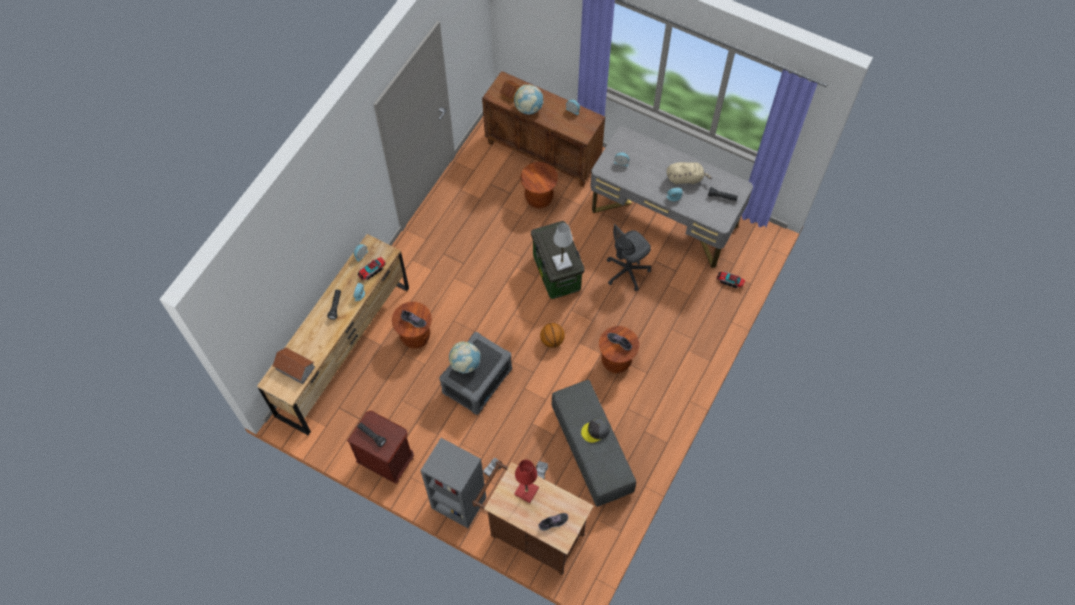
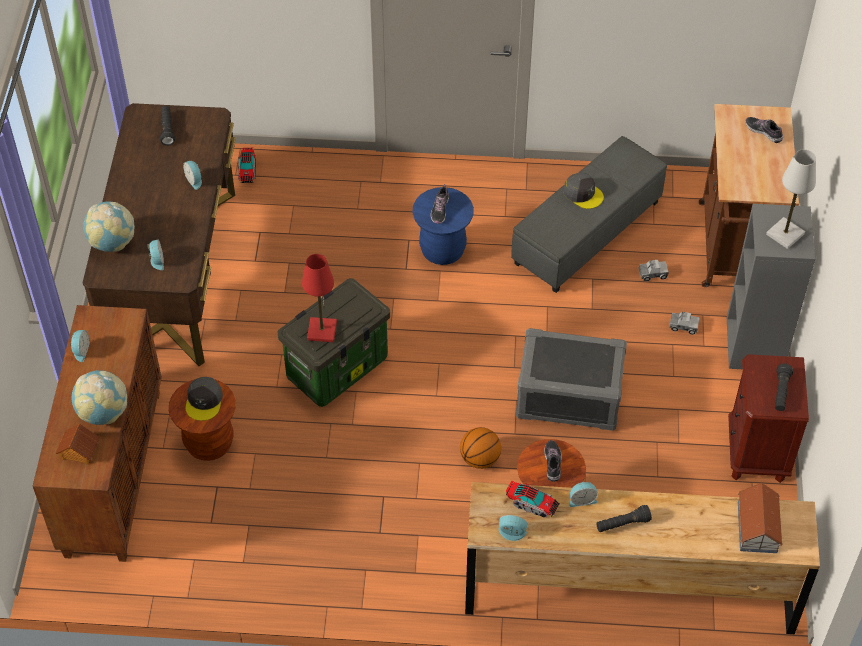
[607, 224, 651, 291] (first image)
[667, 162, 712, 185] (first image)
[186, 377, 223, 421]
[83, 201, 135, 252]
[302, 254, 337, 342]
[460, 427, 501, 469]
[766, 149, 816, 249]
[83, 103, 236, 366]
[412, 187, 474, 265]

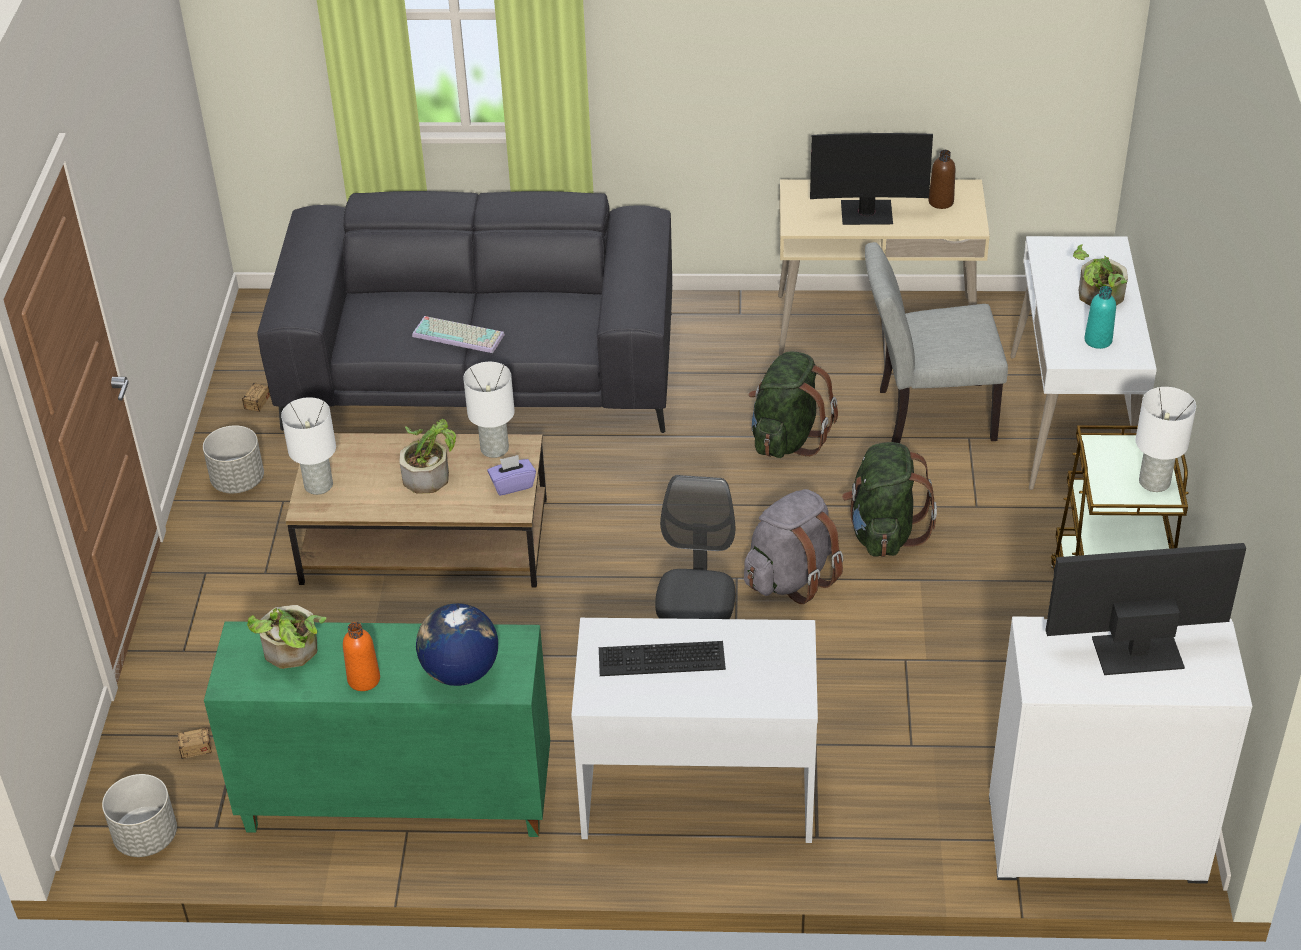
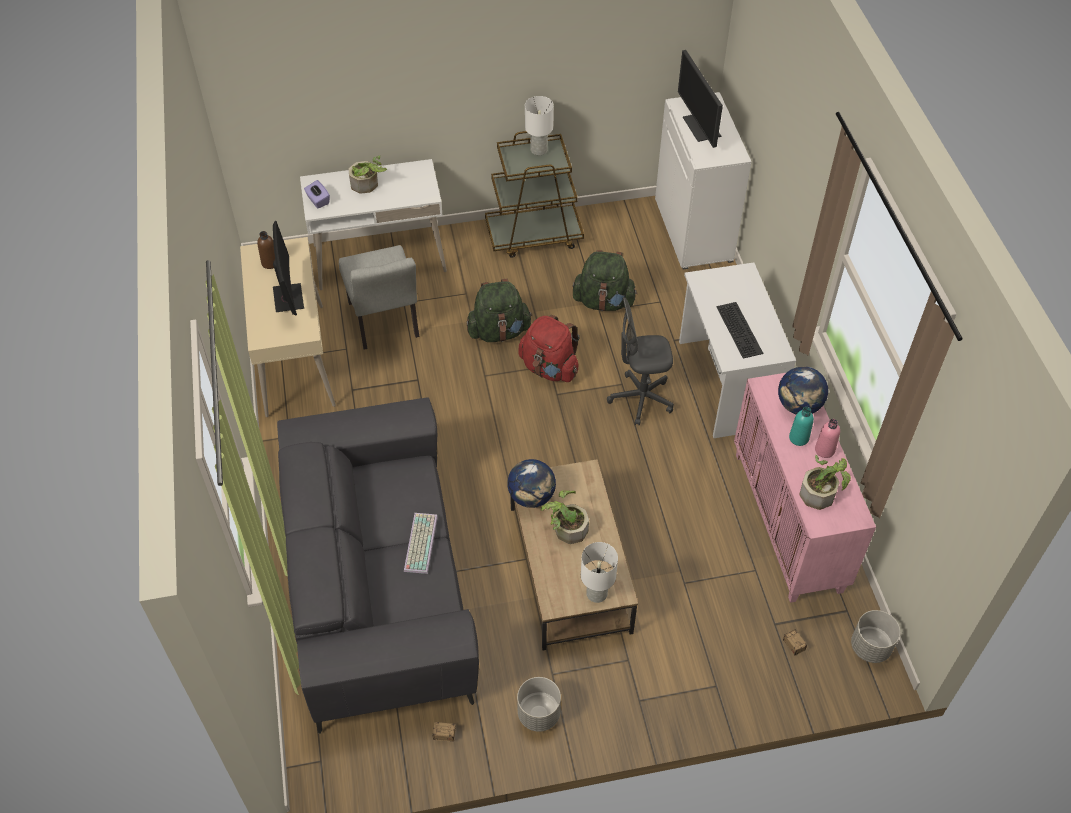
[304, 180, 330, 208]
[572, 250, 638, 311]
[789, 407, 814, 446]
[507, 459, 556, 508]
[734, 373, 876, 603]
[815, 419, 840, 458]
[518, 315, 580, 382]

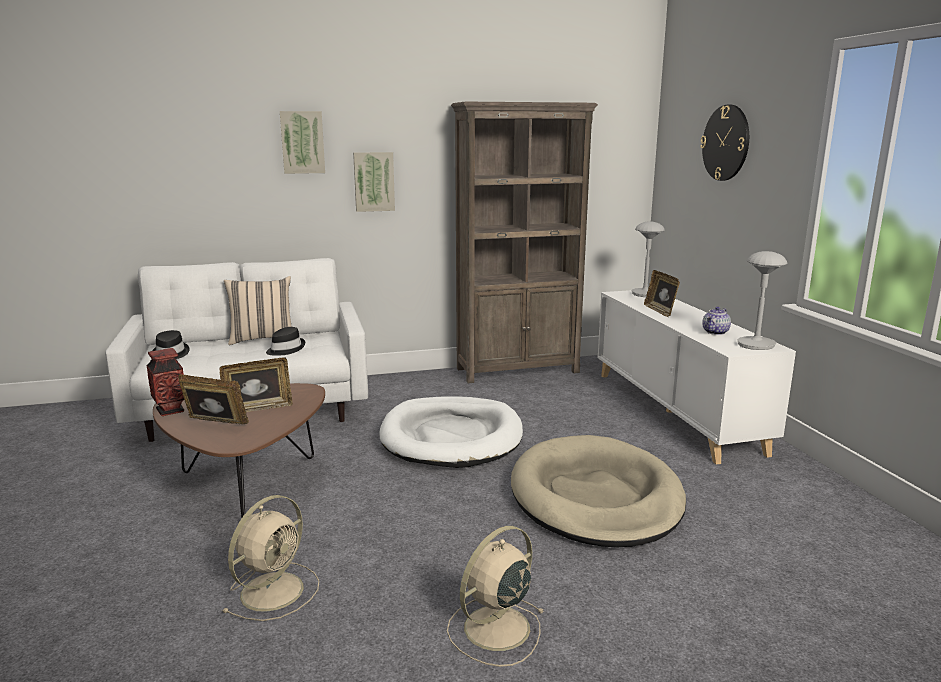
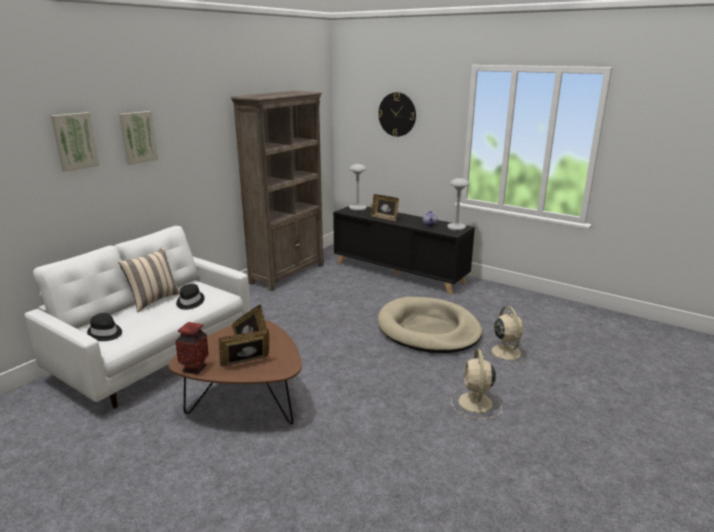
[380, 396, 523, 468] (first image)
[483, 306, 528, 365]
[51, 112, 100, 172]
[333, 204, 475, 295]

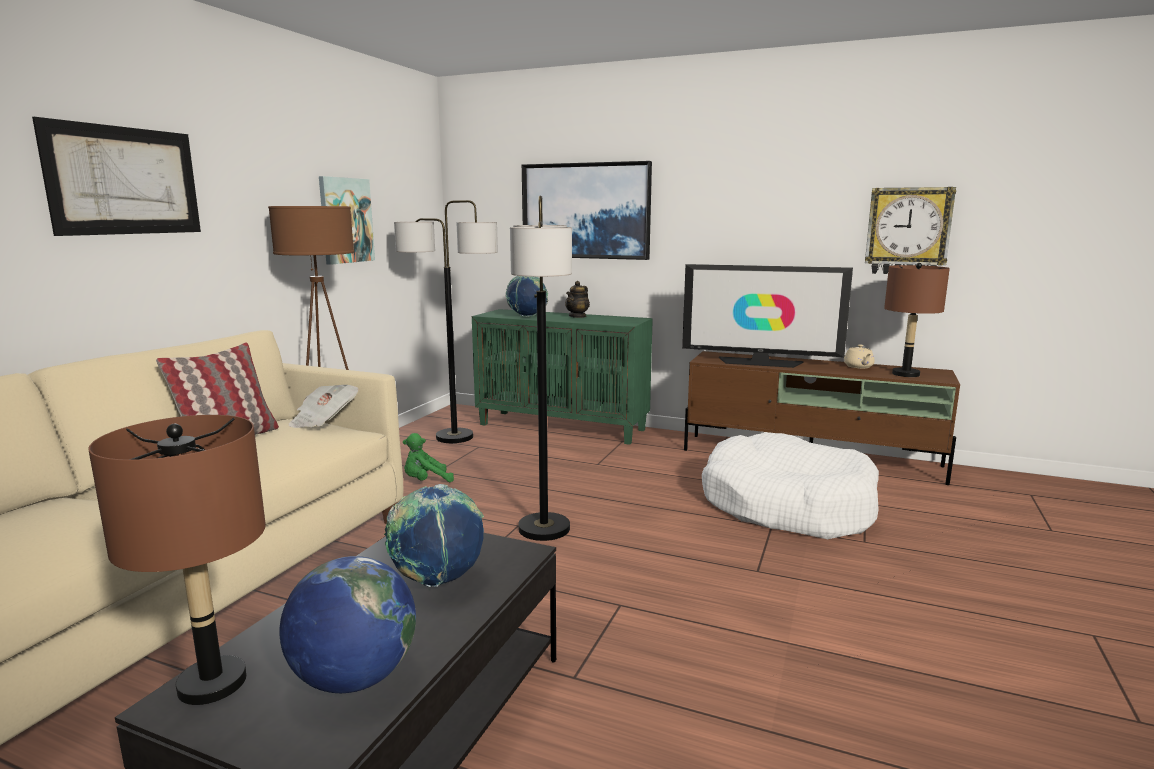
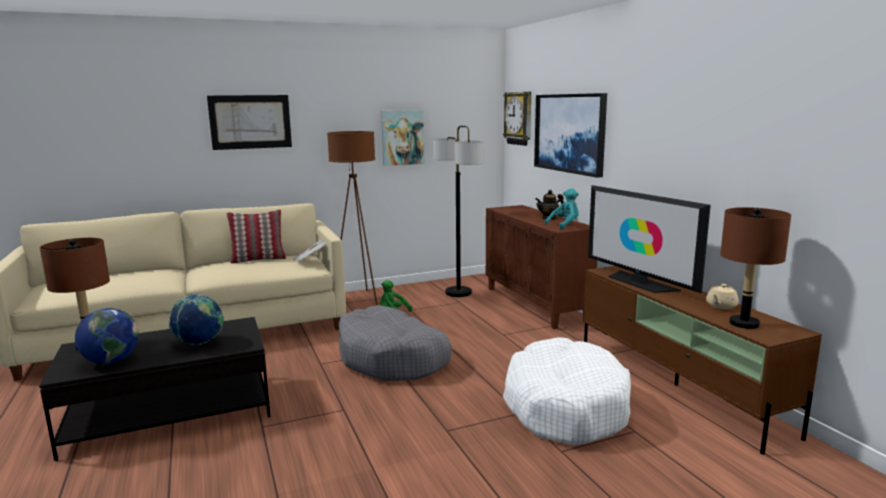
[506, 276, 548, 317] (first image)
[544, 188, 579, 230]
[503, 92, 531, 146]
[339, 305, 451, 381]
[486, 205, 597, 329]

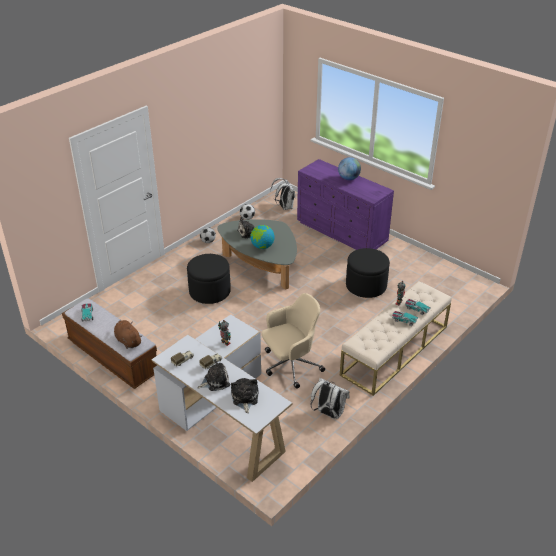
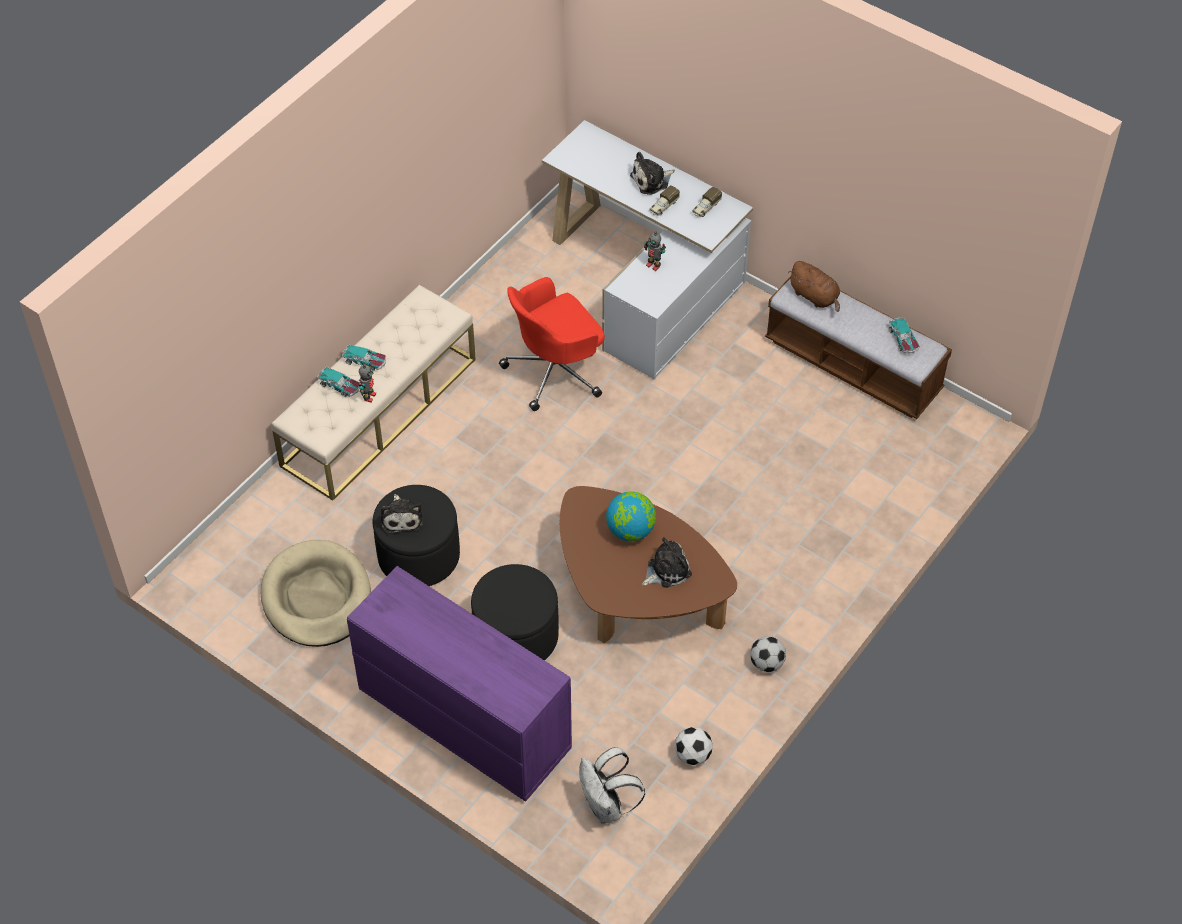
[310, 378, 349, 419] (first image)
[338, 157, 361, 180] (first image)
[260, 540, 371, 647]
[471, 564, 559, 660]
[381, 494, 423, 534]
[560, 486, 737, 643]
[499, 277, 605, 411]

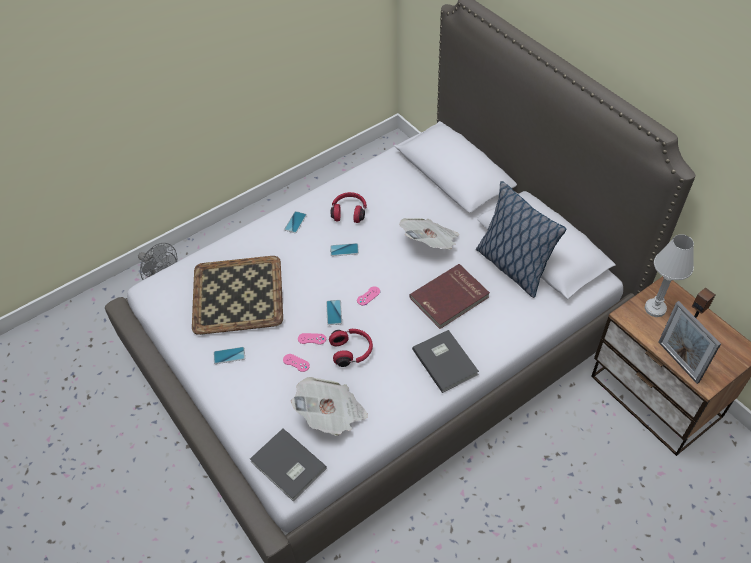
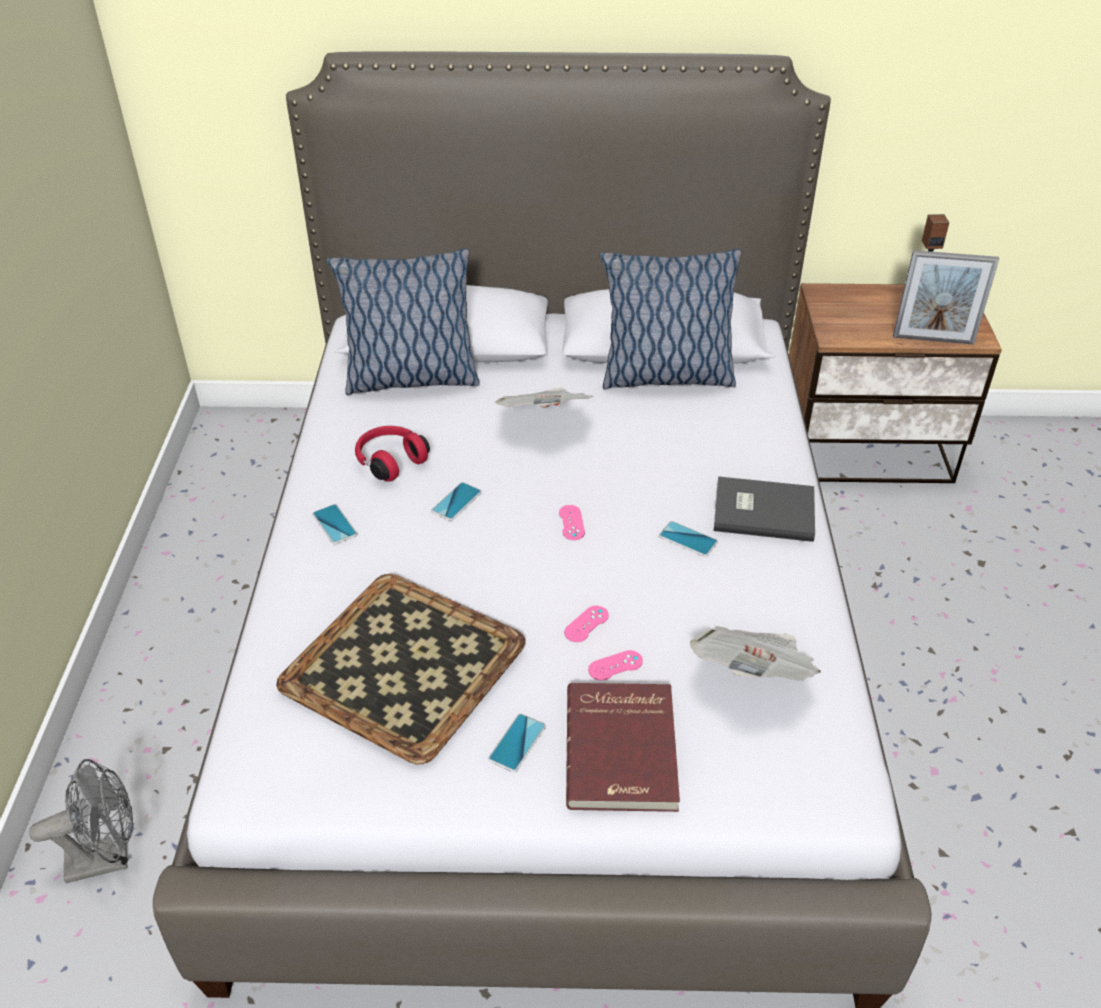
[250, 428, 327, 501] (first image)
[329, 329, 373, 367] (first image)
[645, 234, 694, 317] (first image)
[327, 248, 480, 395]
[659, 521, 718, 557]
[566, 683, 680, 812]

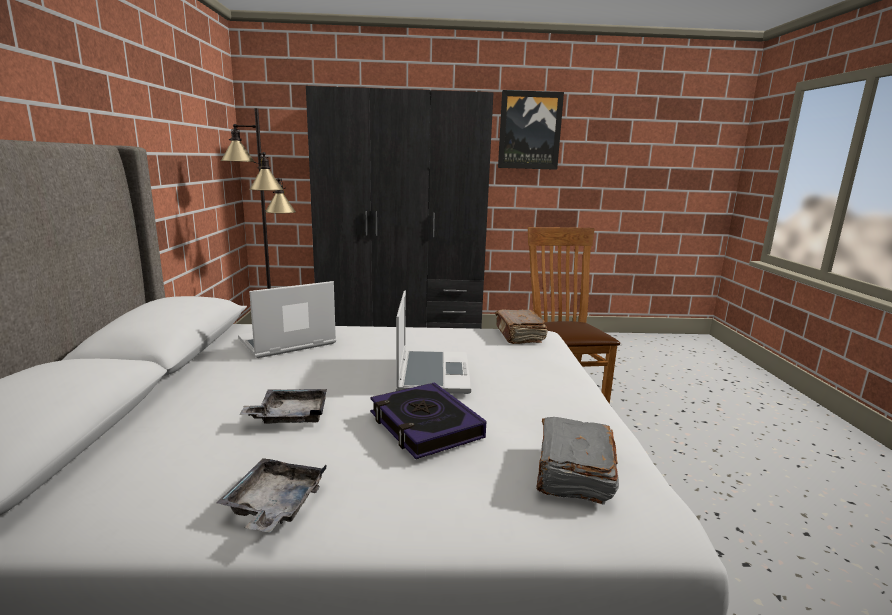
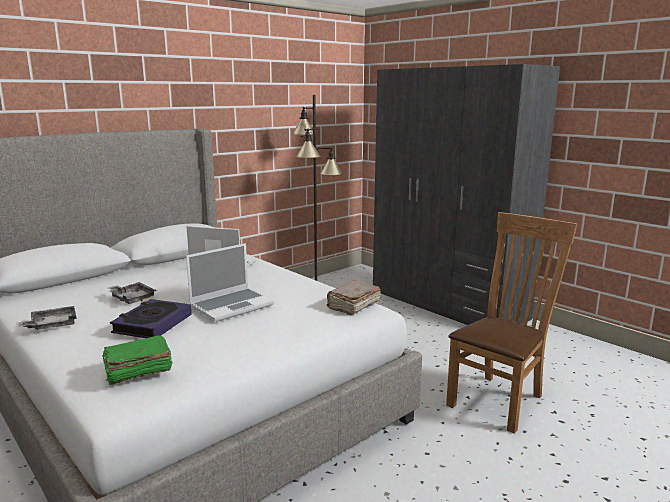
[498, 90, 564, 170] (first image)
[102, 335, 173, 385]

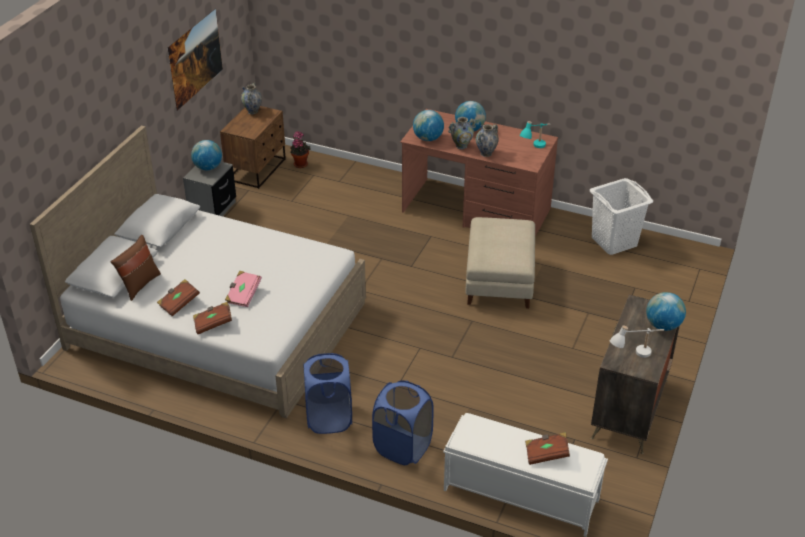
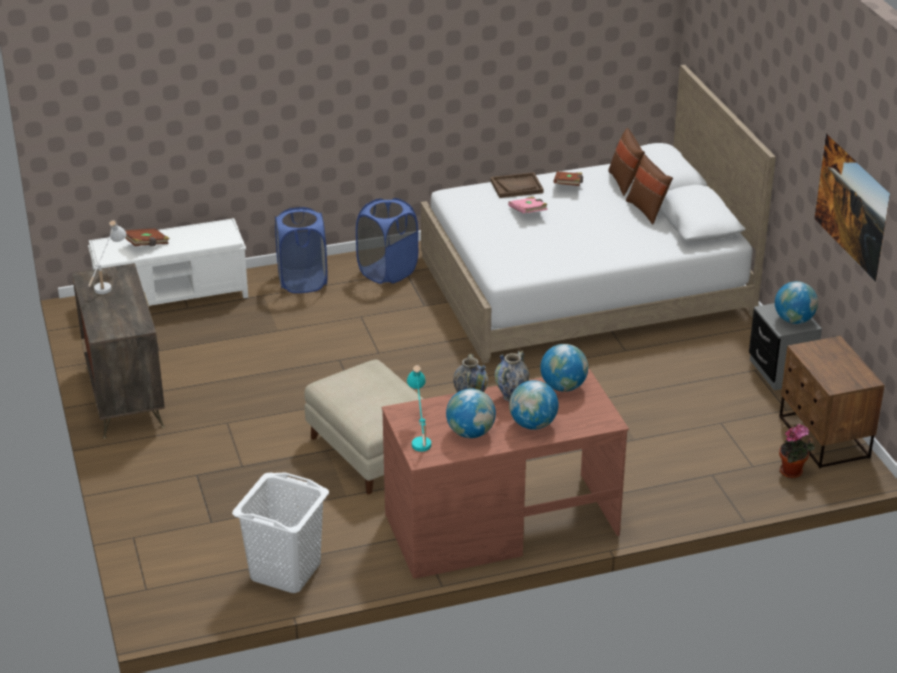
[241, 83, 262, 114] (first image)
[626, 154, 673, 224]
[446, 389, 496, 438]
[491, 172, 544, 198]

